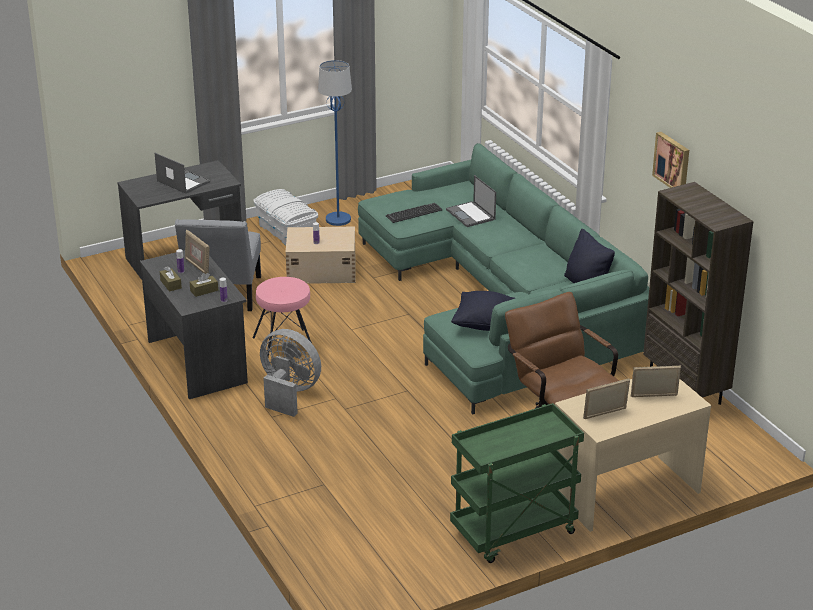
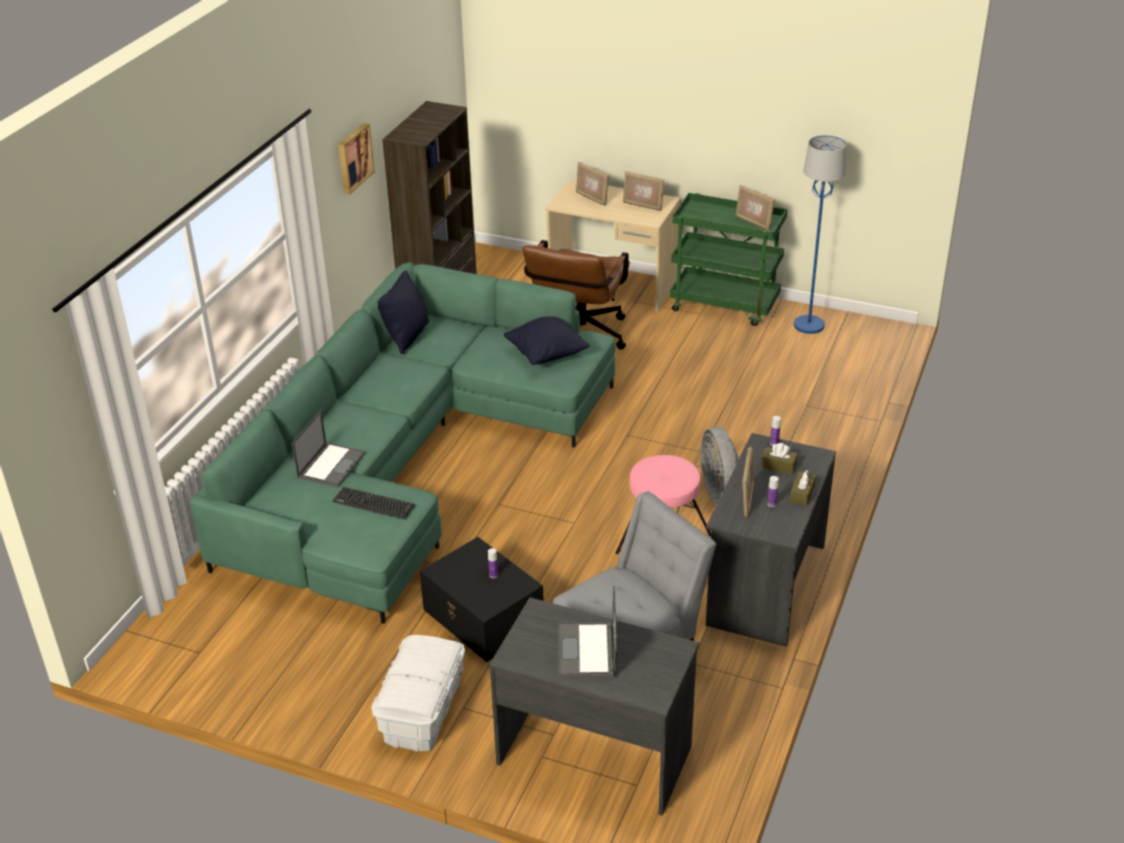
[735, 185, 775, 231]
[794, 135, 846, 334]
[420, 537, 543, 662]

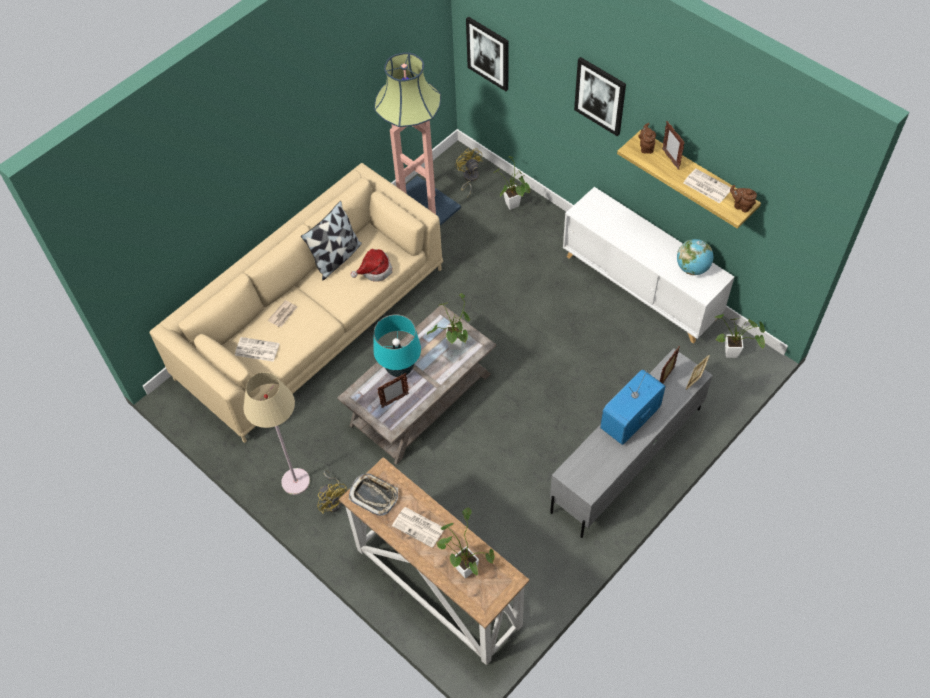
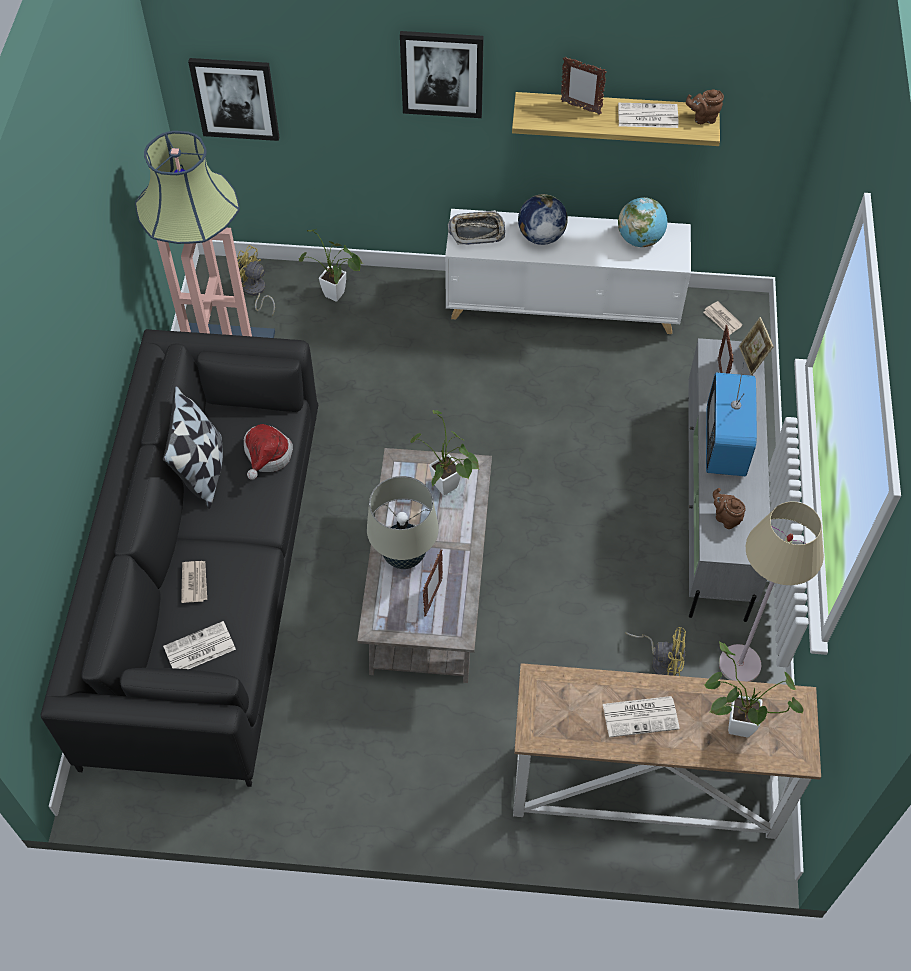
[518, 194, 568, 245]
[719, 501, 824, 682]
[625, 627, 686, 676]
[448, 210, 505, 245]
[713, 488, 746, 529]
[703, 301, 743, 335]
[41, 329, 318, 787]
[367, 476, 439, 569]

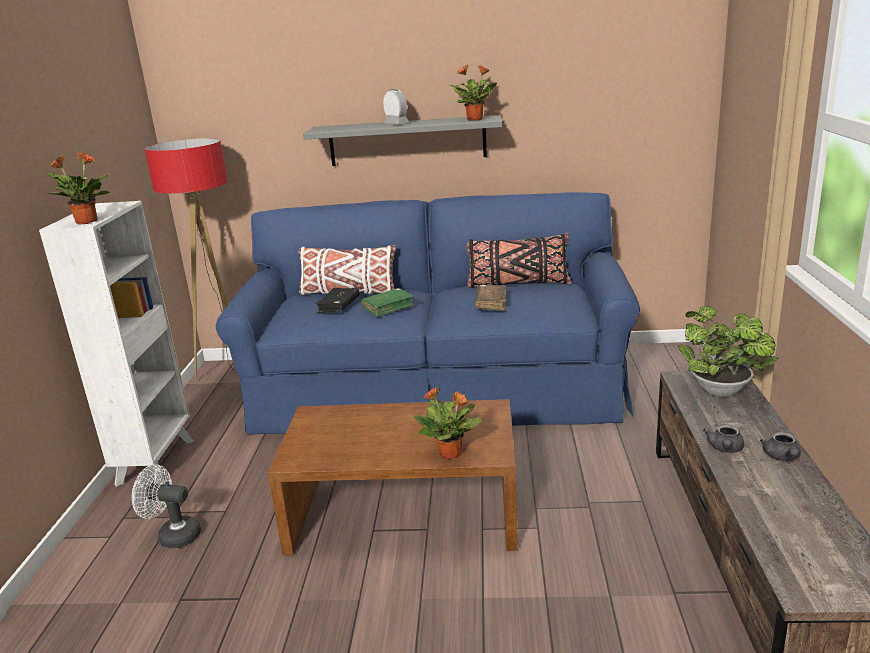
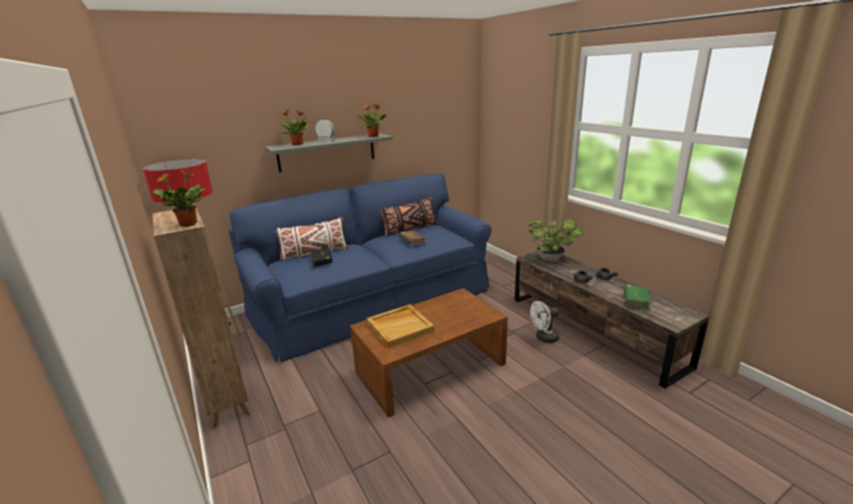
[366, 304, 435, 348]
[530, 301, 559, 343]
[624, 285, 652, 310]
[280, 109, 311, 145]
[153, 208, 253, 429]

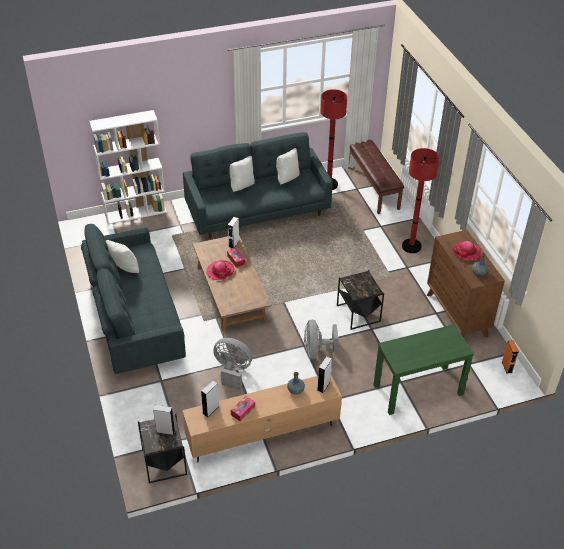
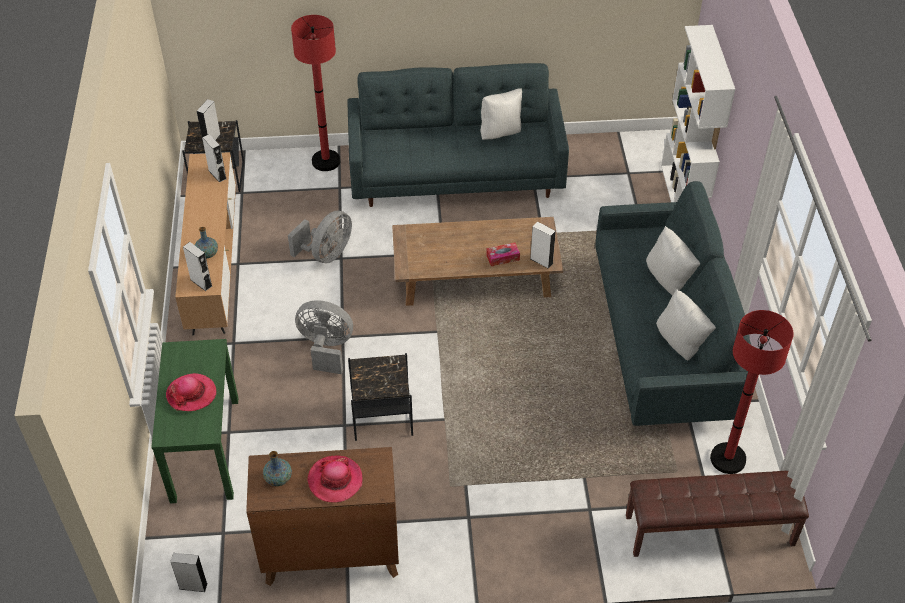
[231, 396, 255, 421] (first image)
[166, 373, 216, 411]
[291, 15, 340, 171]
[170, 553, 207, 592]

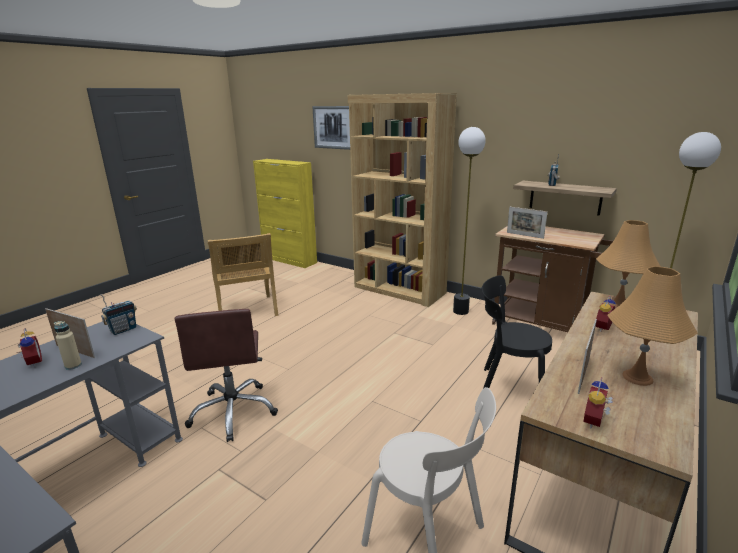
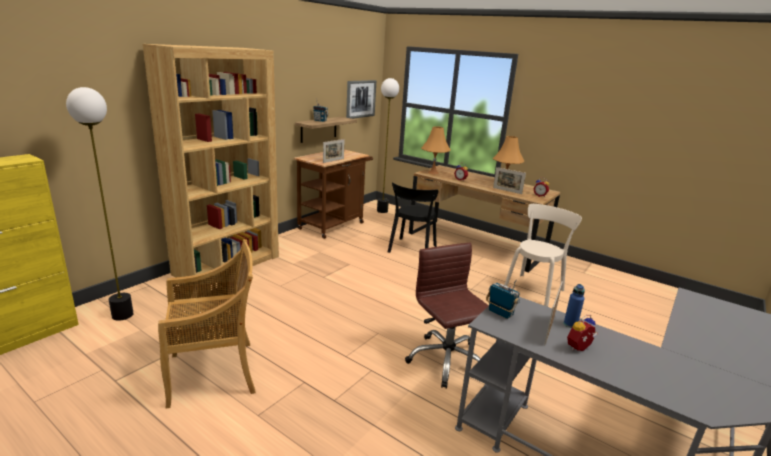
[346, 80, 376, 119]
[66, 87, 134, 321]
[564, 284, 585, 328]
[405, 243, 489, 389]

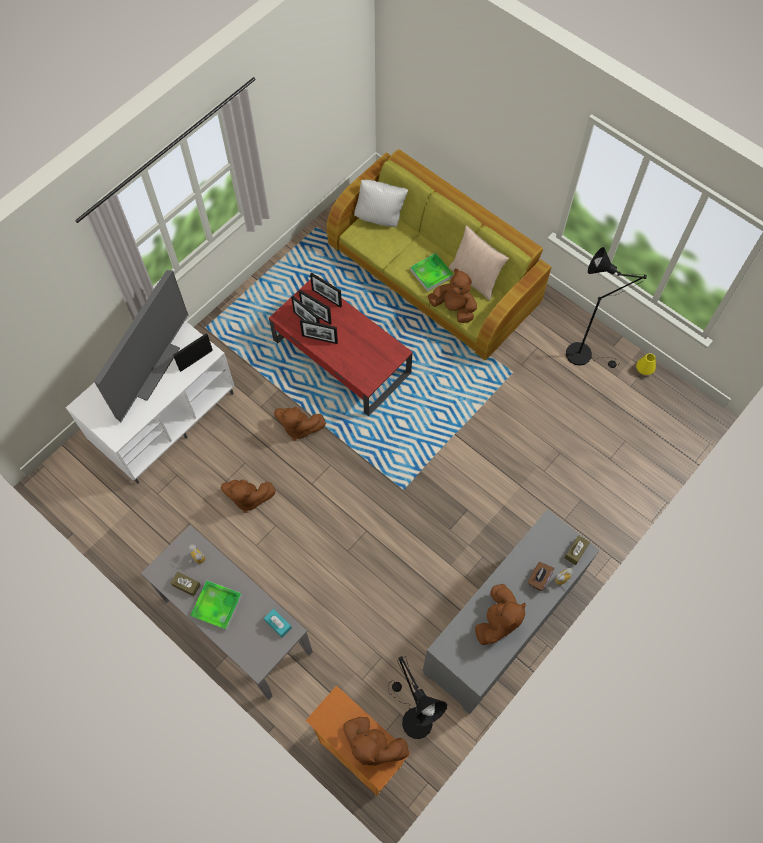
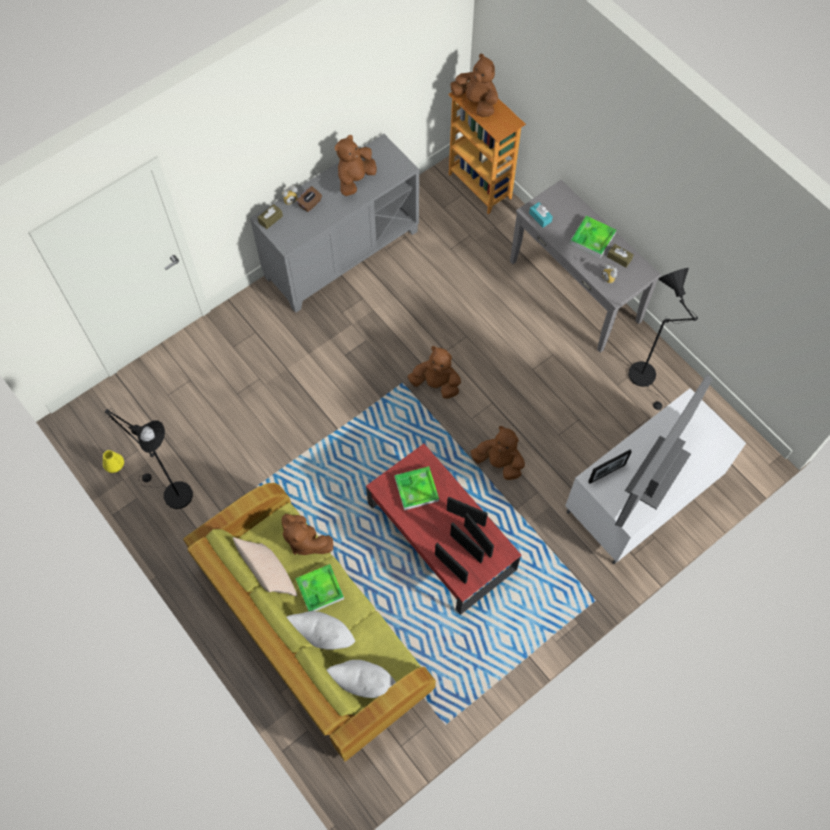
[287, 611, 355, 650]
[395, 466, 439, 510]
[407, 346, 461, 399]
[628, 268, 698, 411]

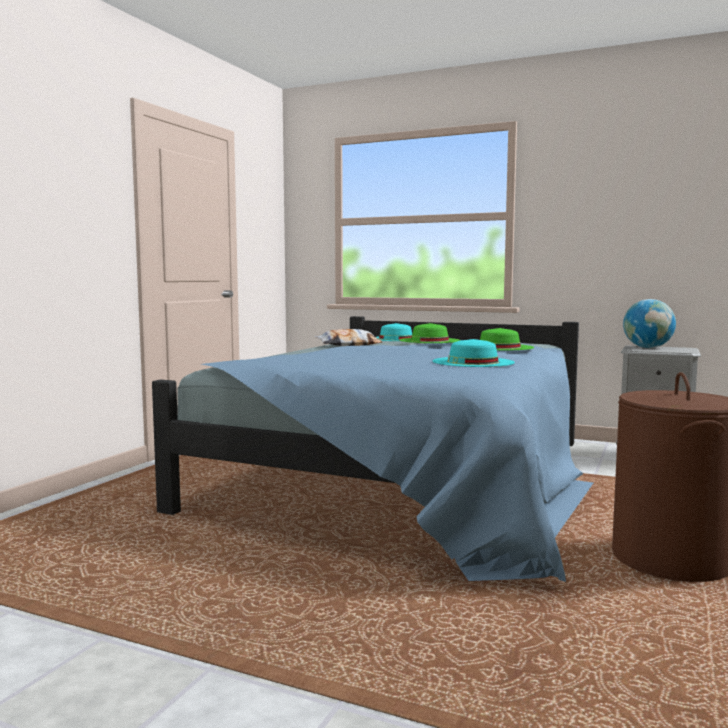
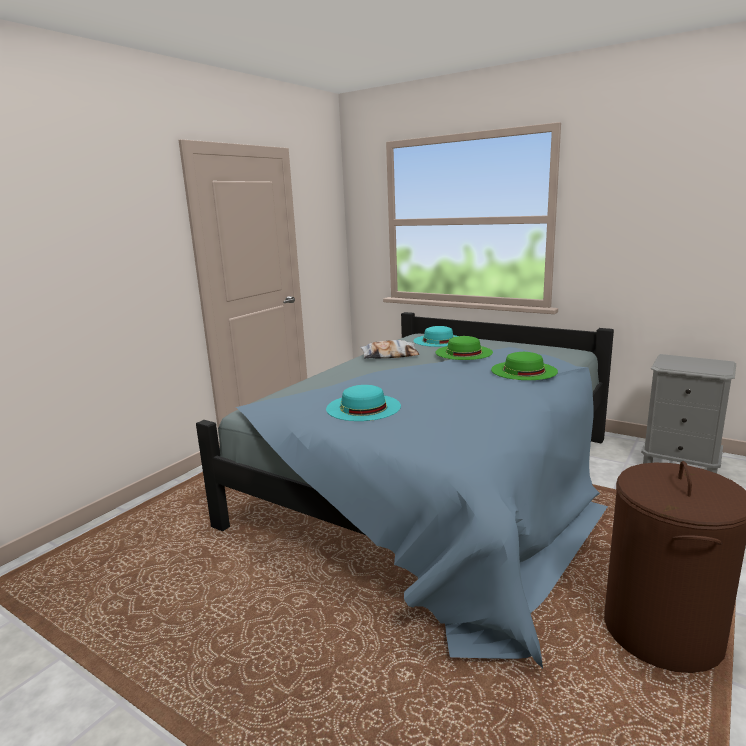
[623, 299, 676, 348] (first image)
[326, 385, 401, 421]

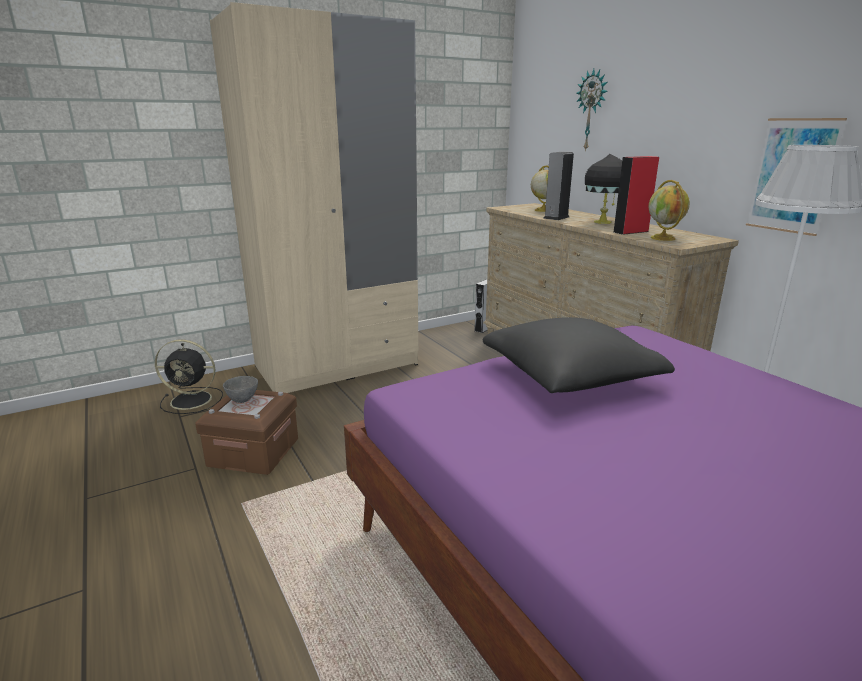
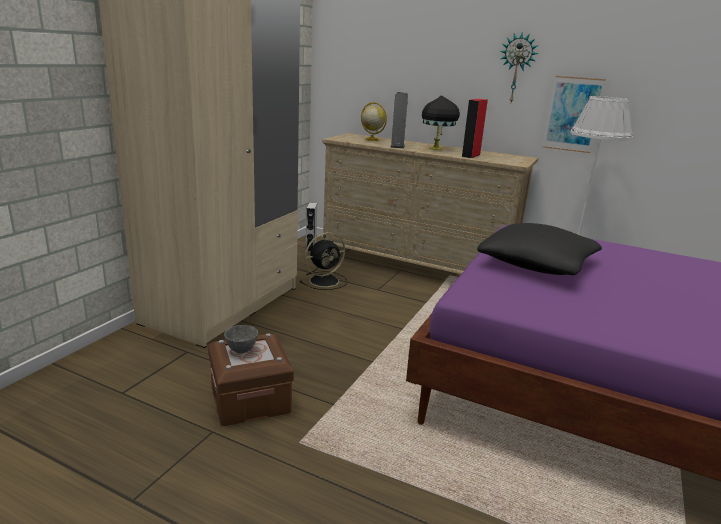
[649, 180, 690, 241] (first image)
[300, 232, 347, 290]
[500, 32, 538, 102]

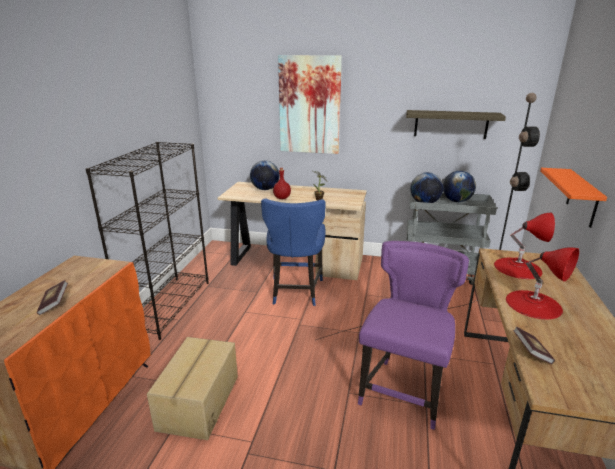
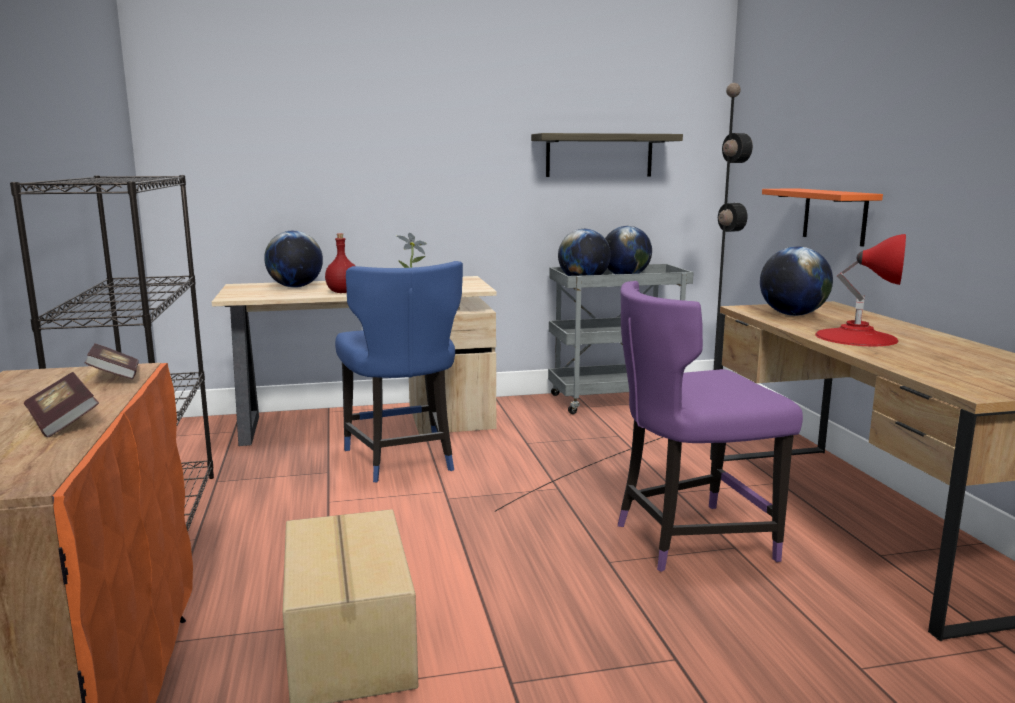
[278, 55, 342, 154] (first image)
[85, 343, 139, 379]
[760, 247, 833, 316]
[618, 281, 803, 572]

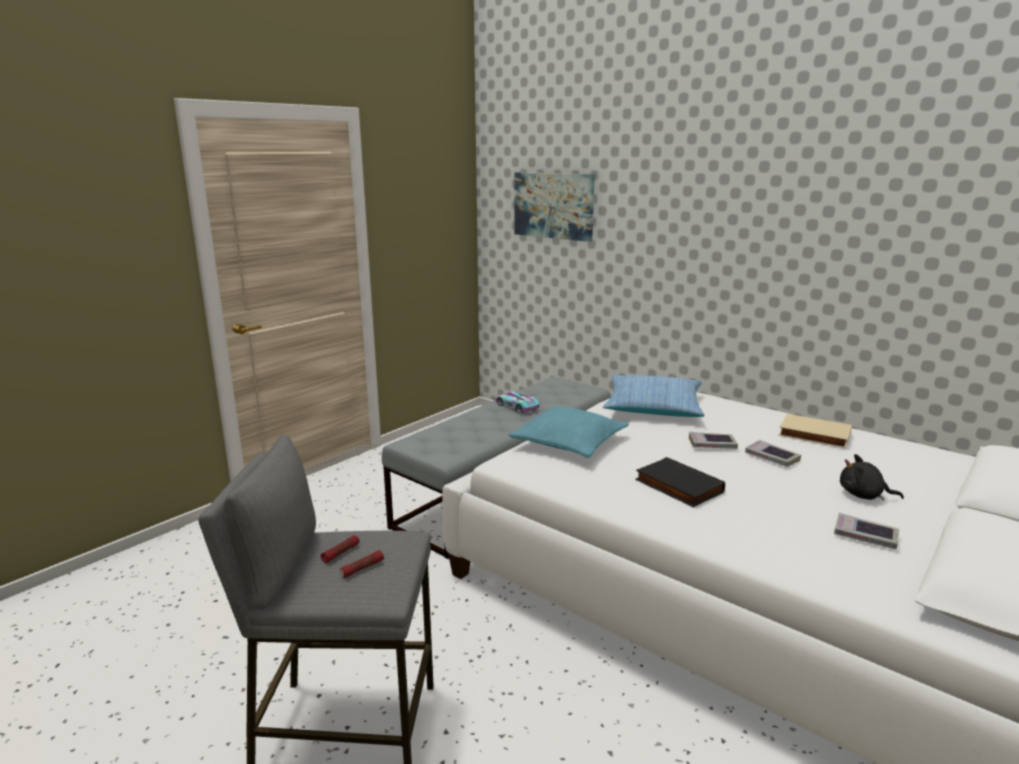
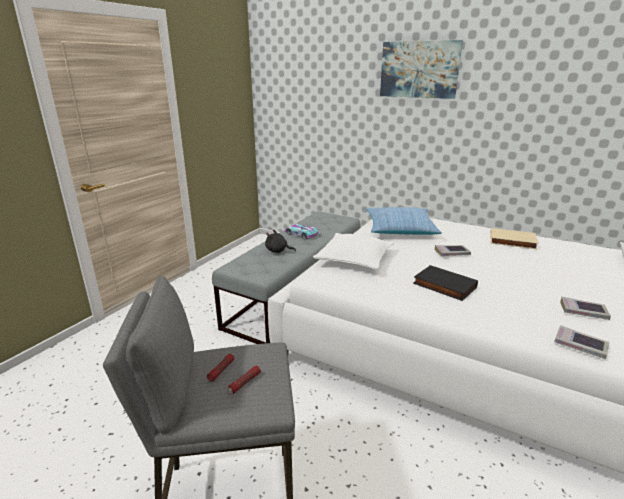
[380, 40, 463, 99]
[554, 325, 610, 359]
[265, 229, 296, 253]
[313, 233, 394, 270]

